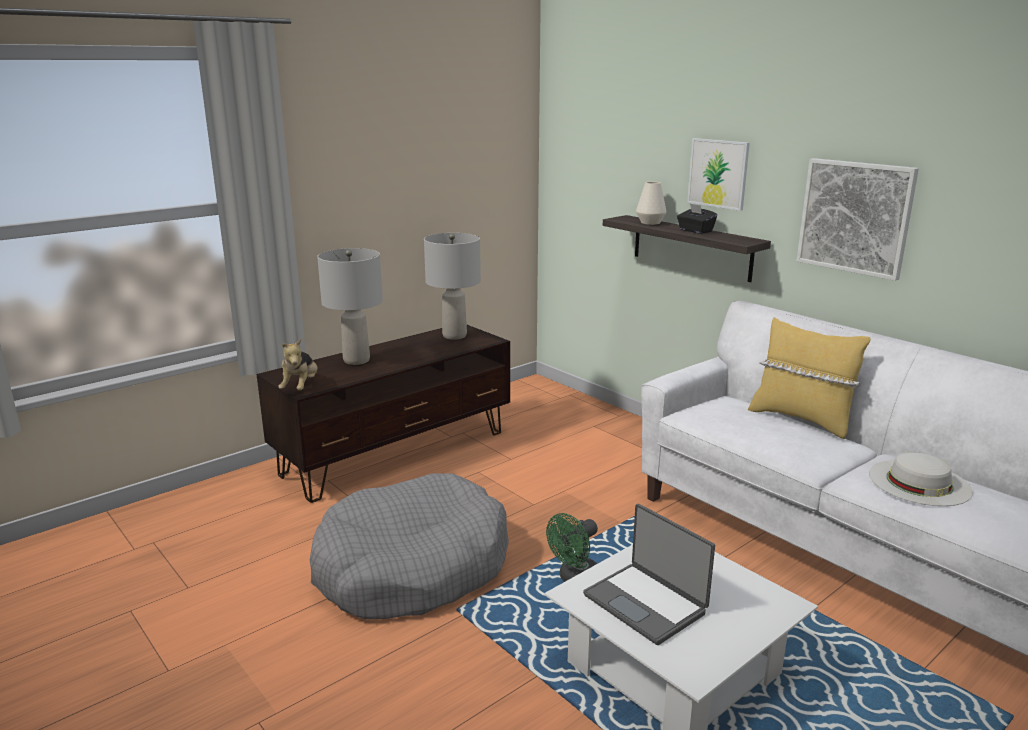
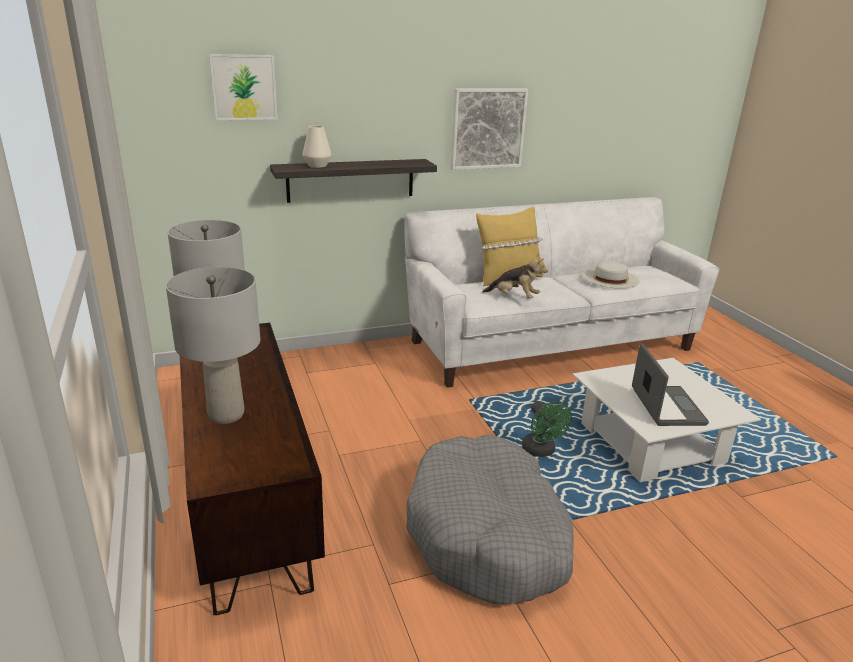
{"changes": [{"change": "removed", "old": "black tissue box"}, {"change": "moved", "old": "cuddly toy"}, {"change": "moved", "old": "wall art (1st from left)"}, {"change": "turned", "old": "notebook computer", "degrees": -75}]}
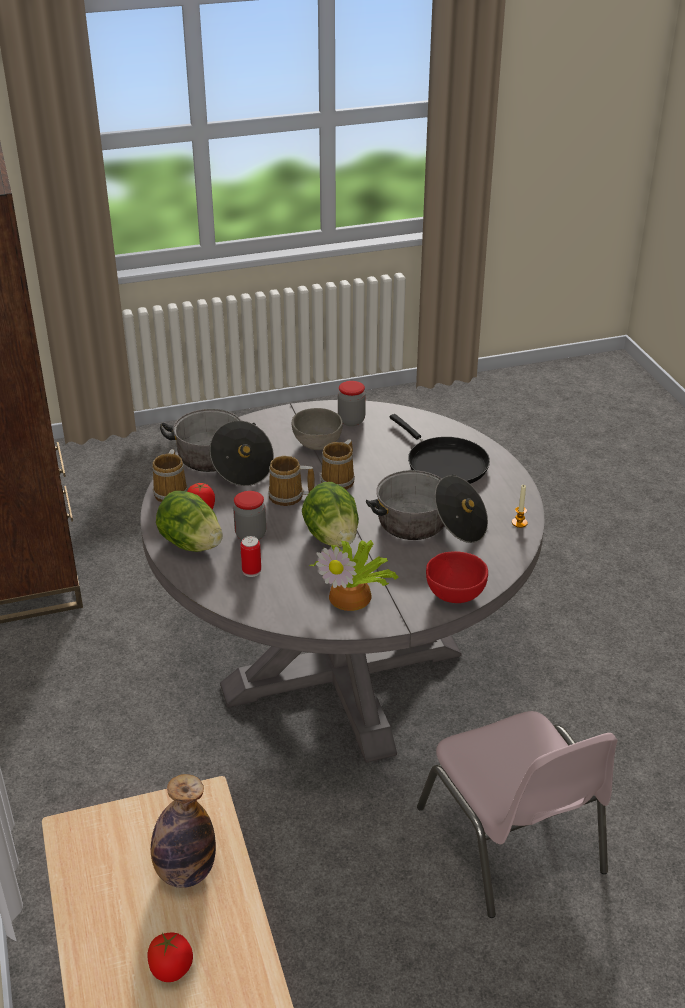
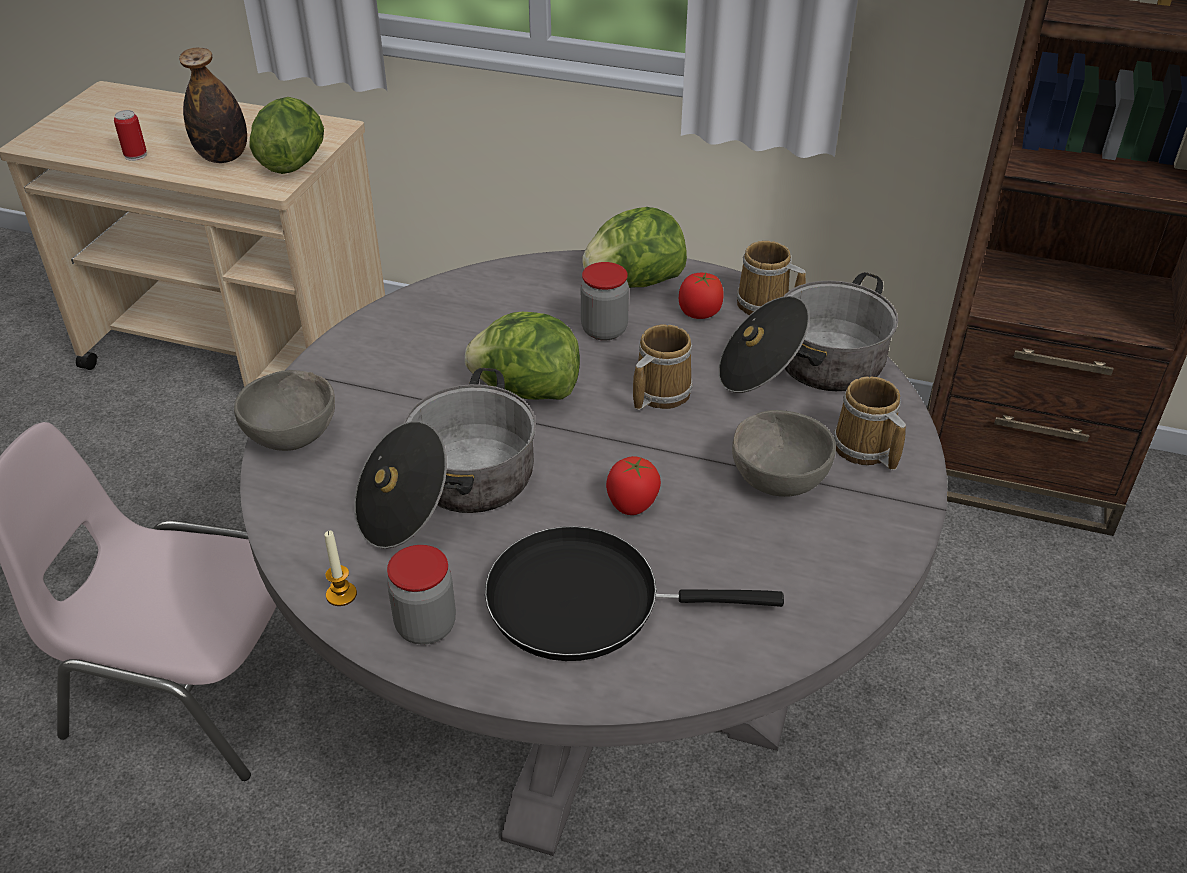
{"changes": [{"change": "removed", "old": "houseplant"}, {"change": "added", "new": "head of lettuce (1st from left)"}, {"change": "moved", "old": "fresh tomato (1st from left)"}, {"change": "moved", "old": "metal can"}, {"change": "moved", "old": "coffee mug (3rd from left)"}, {"change": "moved", "old": "jar (2nd from left in the first image)", "new": "jar (1st from left)"}, {"change": "recoloured", "old": "reddish serving bowl", "new": "greyish serving bowl (1st from left)"}]}
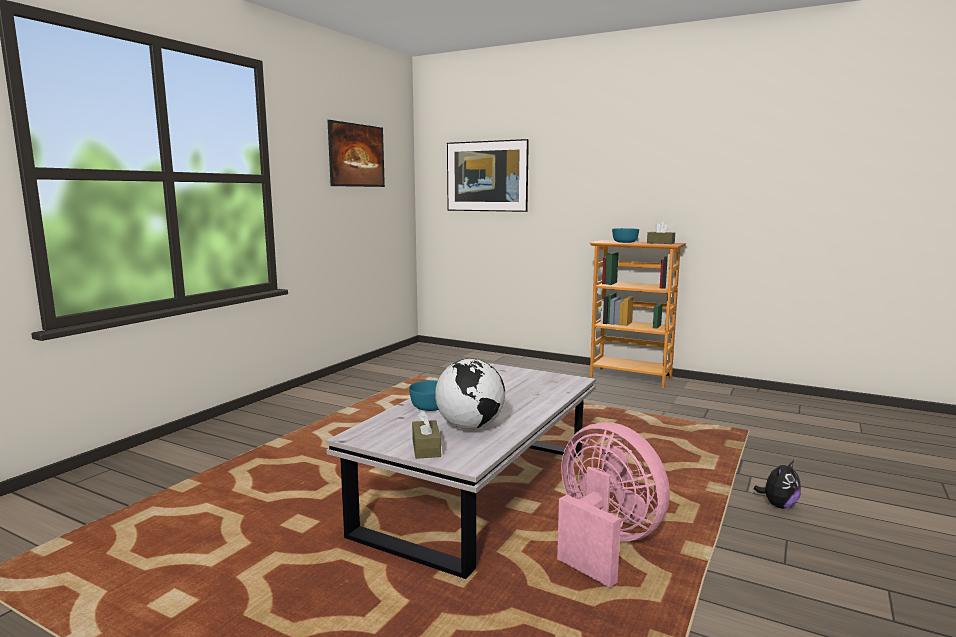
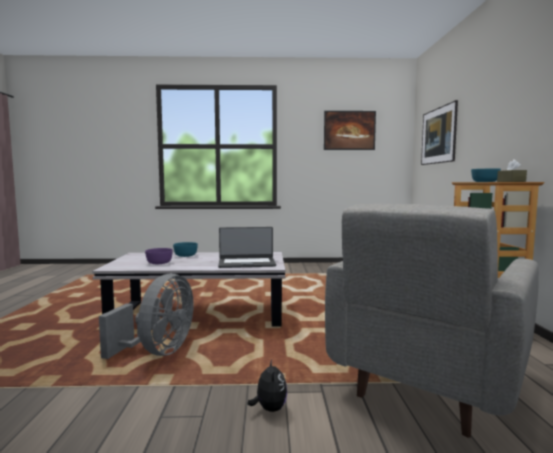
{"changes": [{"change": "removed", "old": "brown tissue box (1st from left)"}, {"change": "added", "new": "notebook computer"}, {"change": "added", "new": "greyish easy chair"}, {"change": "replaced", "old": "globe", "new": "purple serving bowl"}, {"change": "recoloured", "old": "pink fan", "new": "greyish fan"}, {"change": "turned", "old": "cuddly toy", "degrees": -120}]}
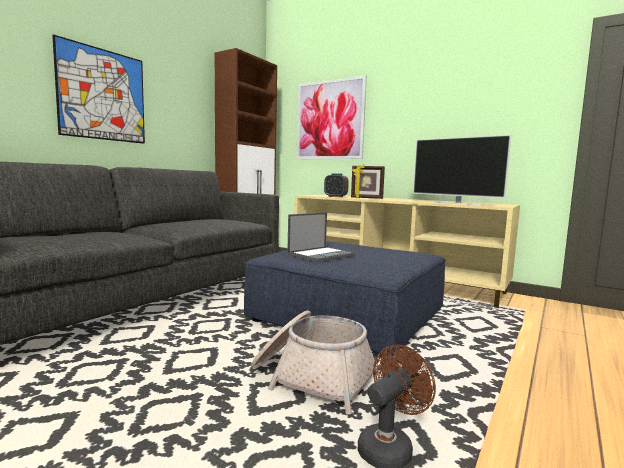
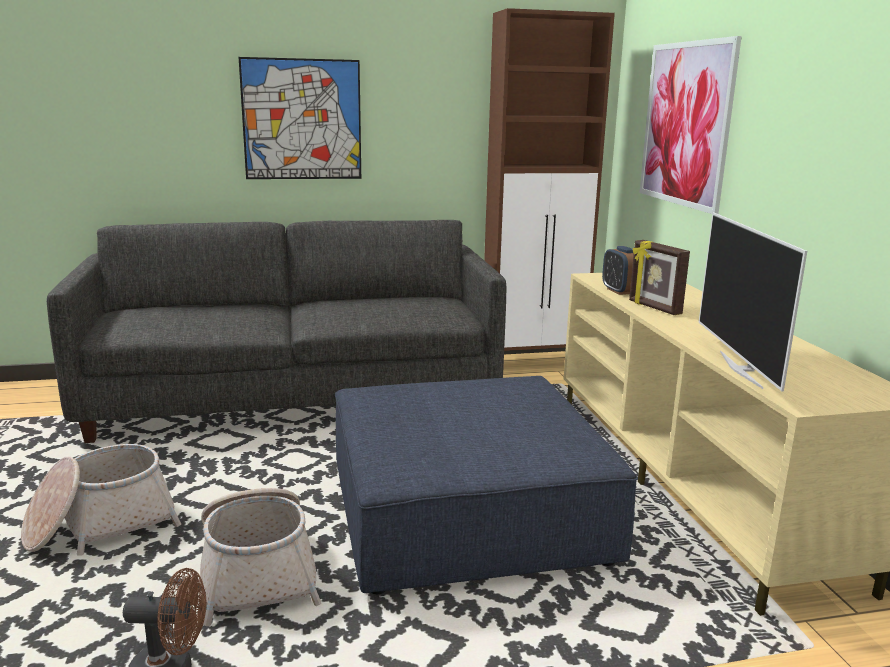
{"changes": [{"change": "removed", "old": "notebook computer"}, {"change": "added", "new": "storage basket (1st from left)"}]}
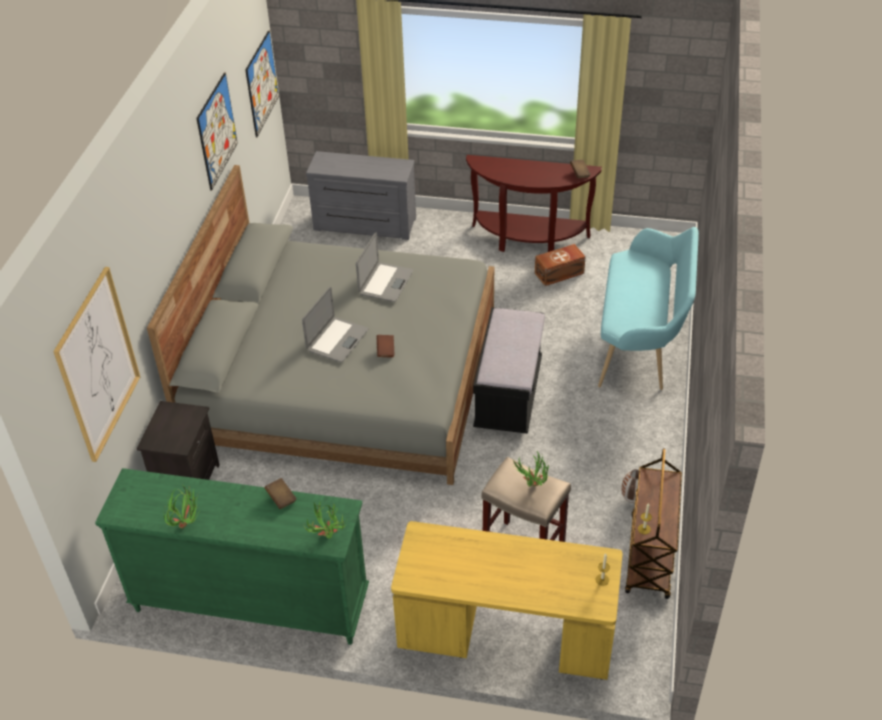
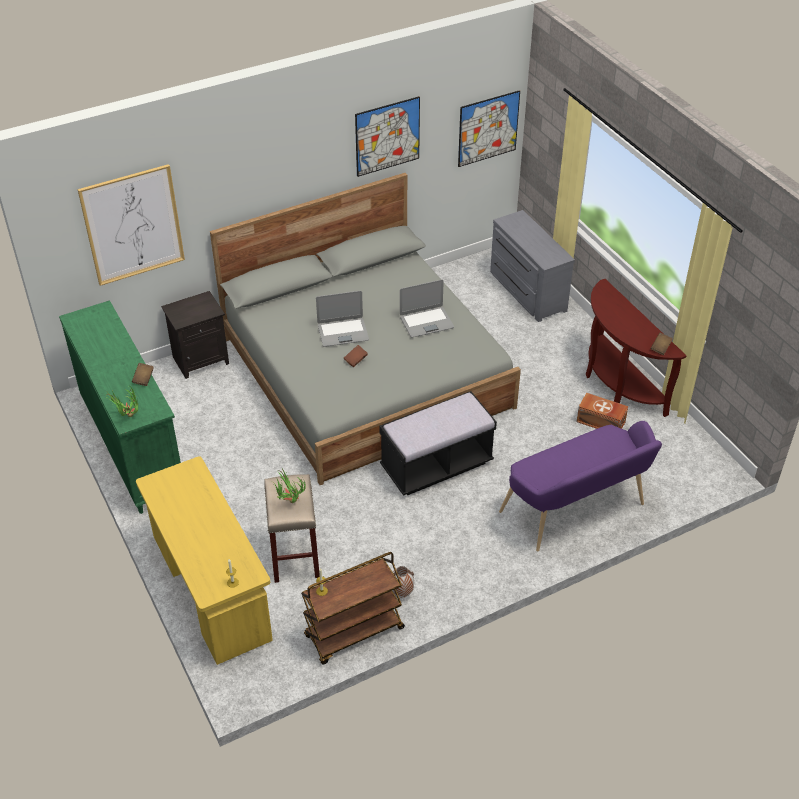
{"changes": [{"change": "removed", "old": "houseplant (1st from left)"}, {"change": "recoloured", "old": "turquoise bench", "new": "purple bench"}]}
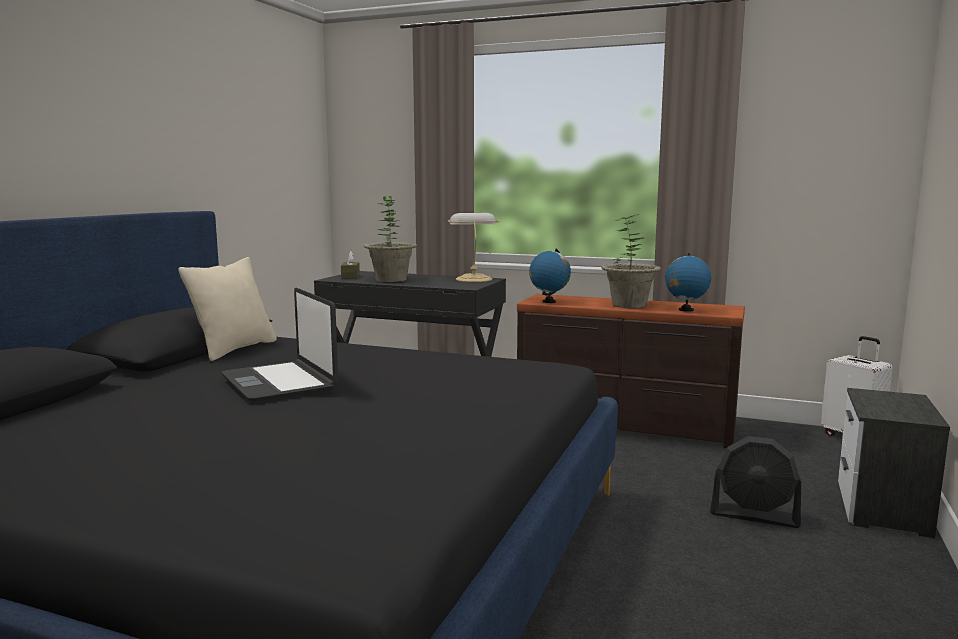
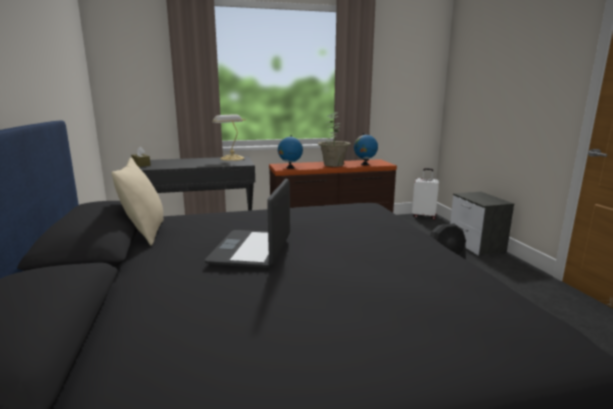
{"changes": [{"change": "removed", "old": "houseplant (1st from left)"}, {"change": "turned", "old": "notebook computer", "degrees": 75}]}
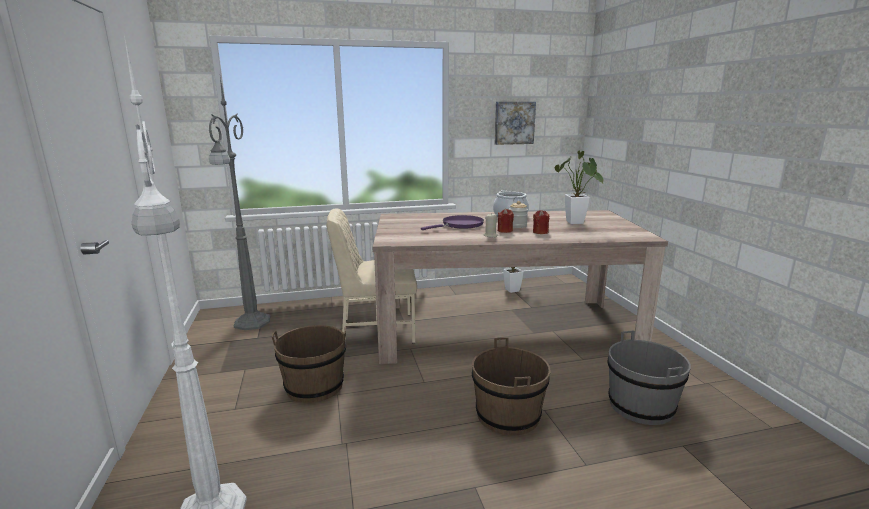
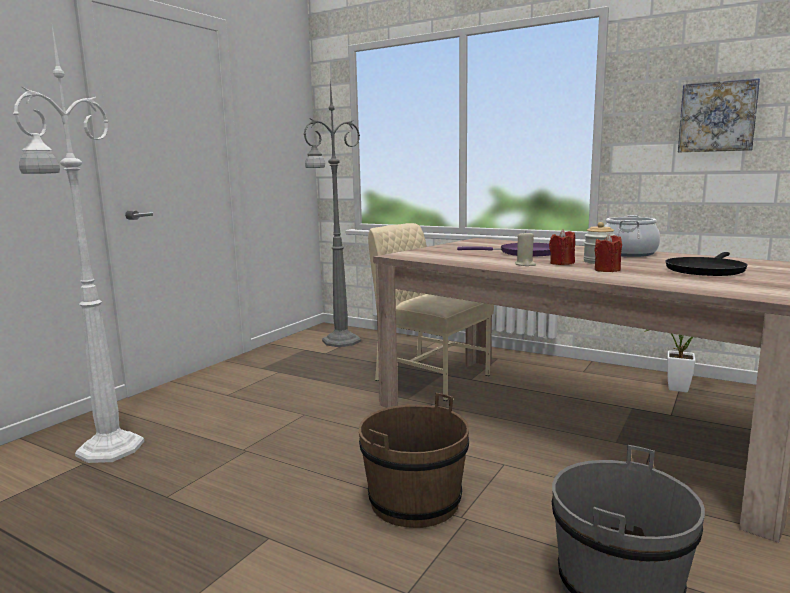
{"changes": [{"change": "removed", "old": "brown bucket (1st from left)"}, {"change": "replaced", "old": "houseplant (2nd from left)", "new": "black pan"}]}
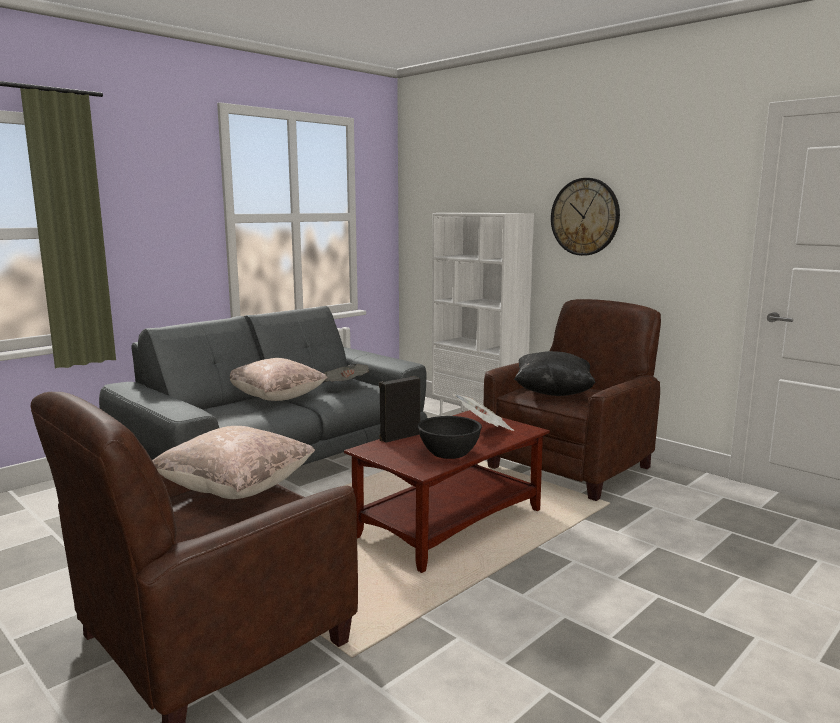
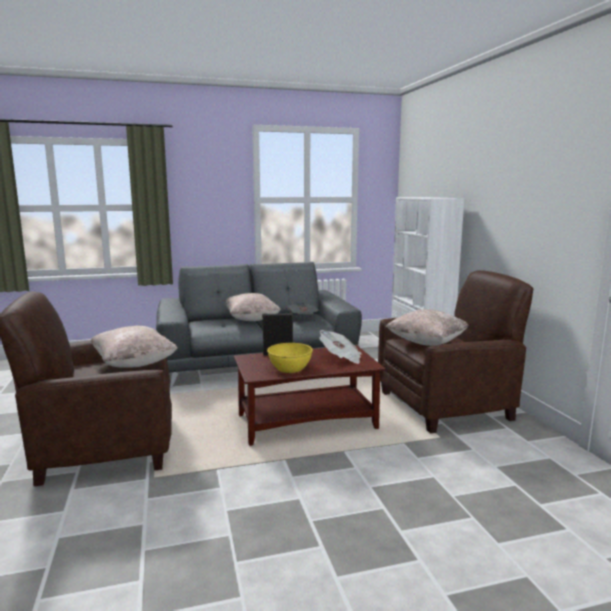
{"changes": [{"change": "removed", "old": "wall clock"}, {"change": "recoloured", "old": "black serving bowl", "new": "yellow serving bowl"}, {"change": "recoloured", "old": "black throw pillow", "new": "sand-coloured throw pillow (3rd from left)"}]}
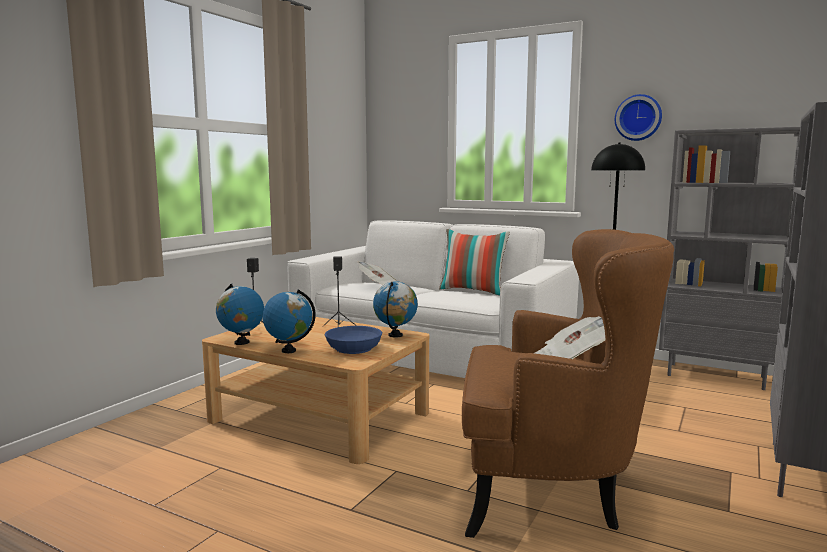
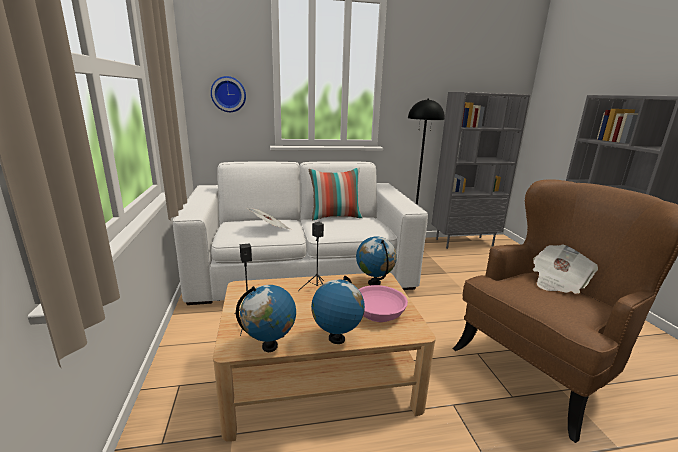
{"changes": [{"change": "moved", "old": "wall clock"}, {"change": "recoloured", "old": "blue-coloured serving bowl", "new": "pink serving bowl"}]}
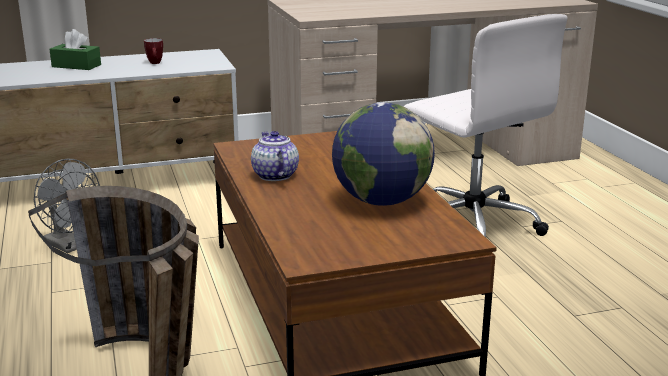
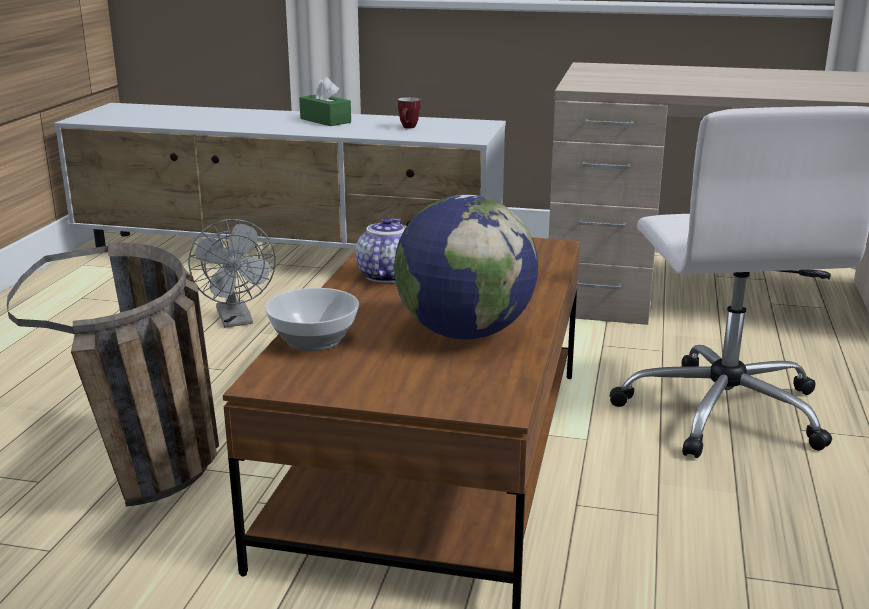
{"changes": [{"change": "added", "new": "serving bowl"}]}
